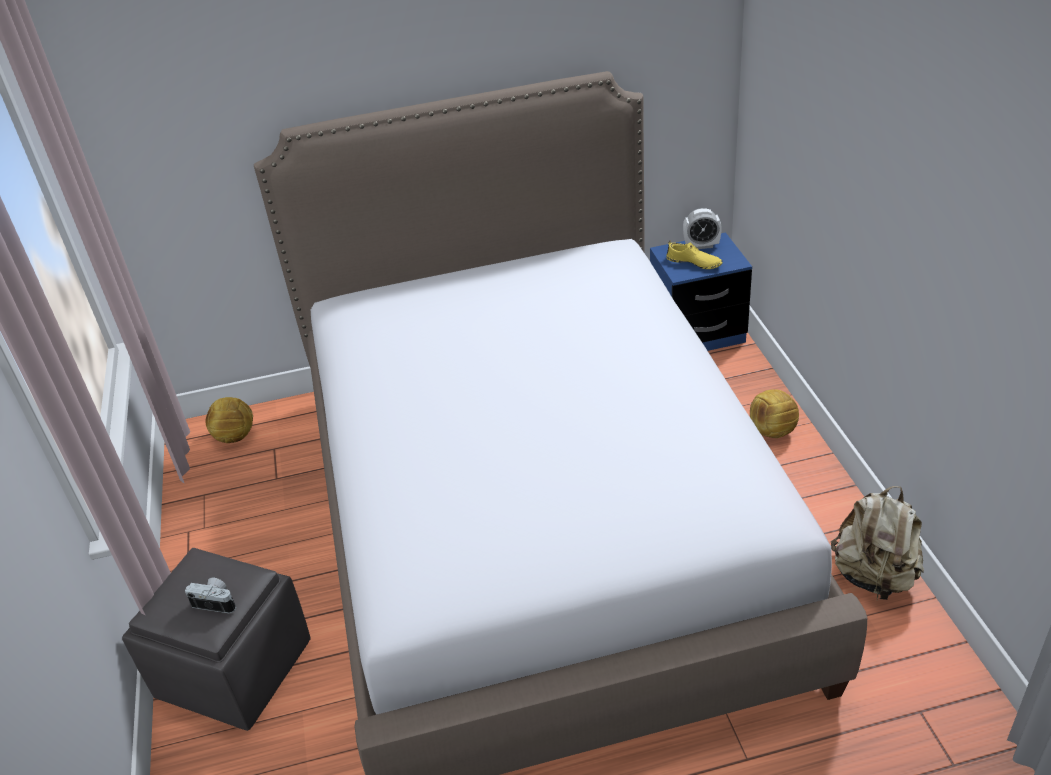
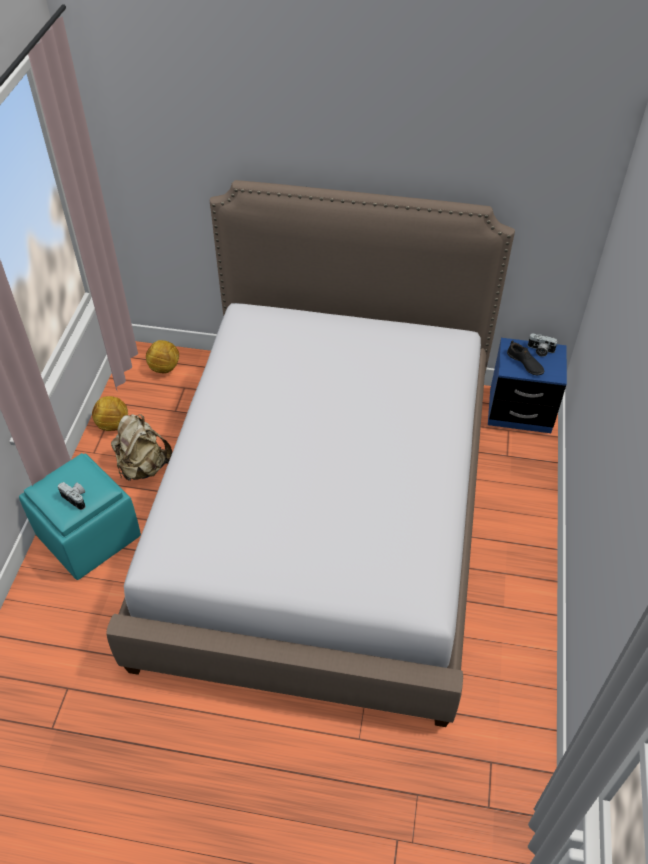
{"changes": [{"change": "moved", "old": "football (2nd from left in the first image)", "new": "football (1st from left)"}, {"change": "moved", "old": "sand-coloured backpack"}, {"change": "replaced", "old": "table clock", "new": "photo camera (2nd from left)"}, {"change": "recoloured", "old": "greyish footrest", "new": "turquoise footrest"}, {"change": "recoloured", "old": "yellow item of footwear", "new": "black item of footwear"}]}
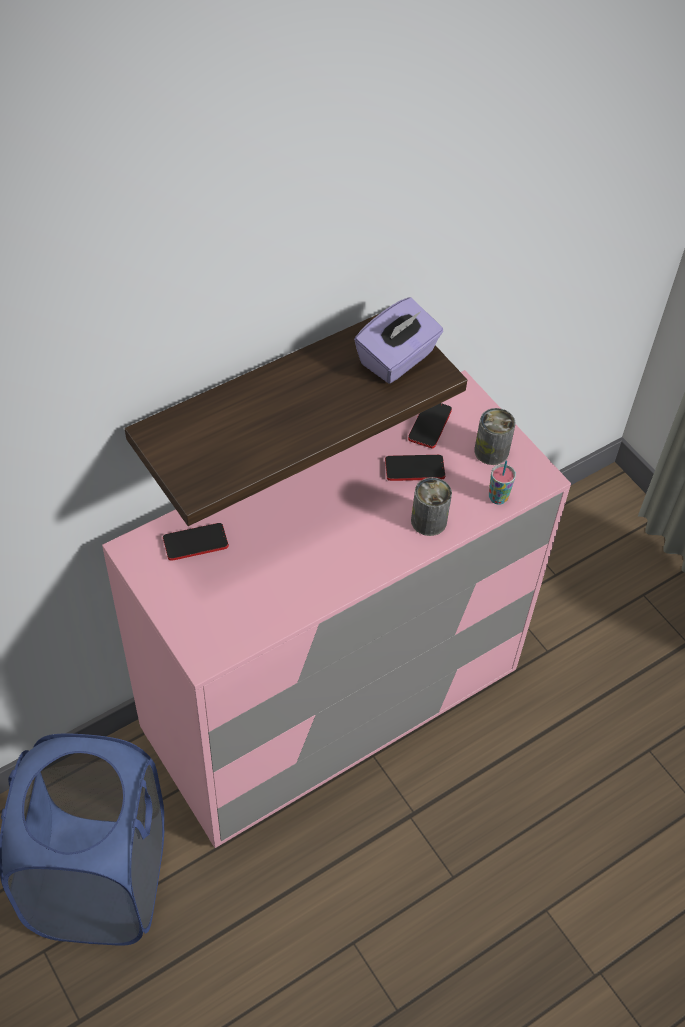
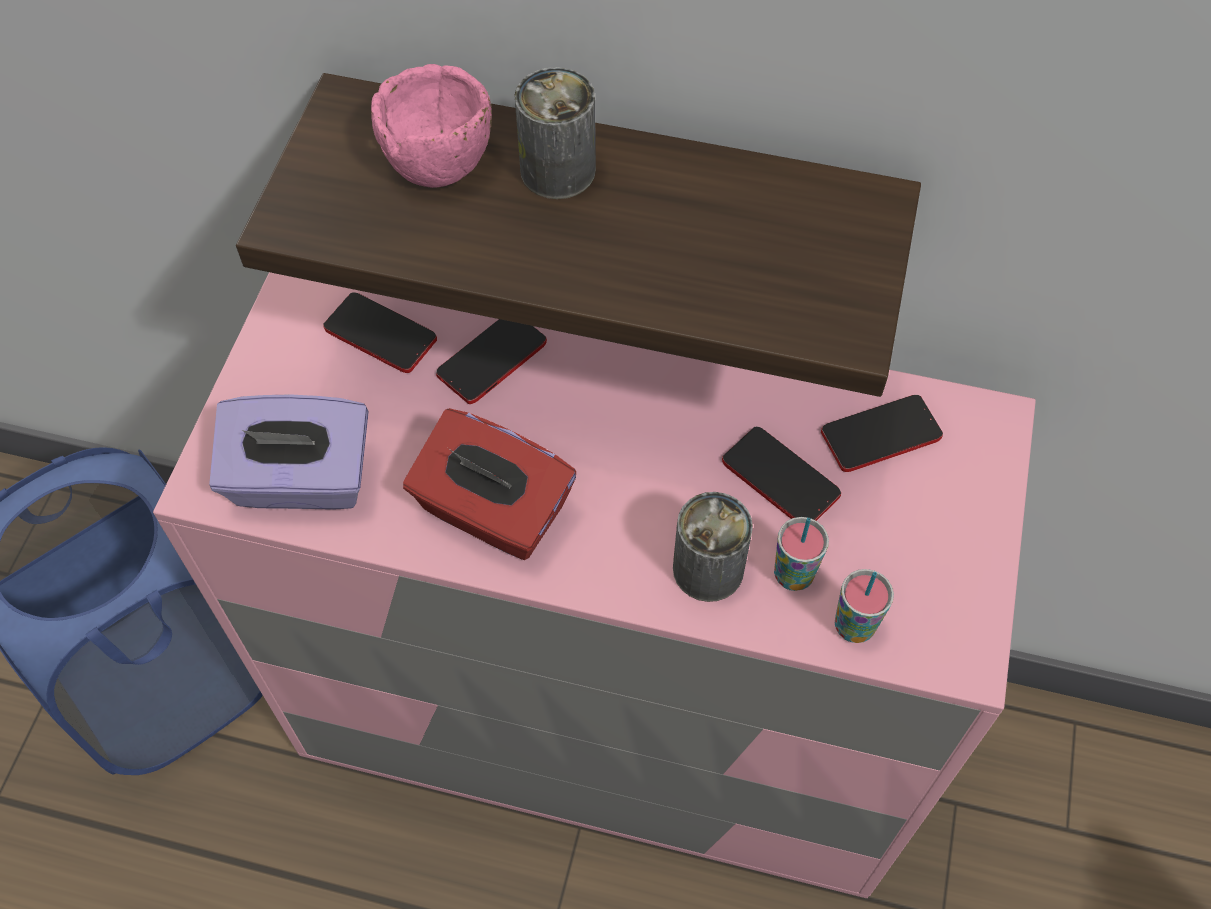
{"changes": [{"change": "added", "new": "pink serving bowl"}, {"change": "added", "new": "reddish tissue box"}, {"change": "added", "new": "handset (2nd from left)"}, {"change": "added", "new": "small cup (1st from left)"}, {"change": "moved", "old": "purple tissue box"}, {"change": "moved", "old": "metal can (2nd from left in the first image)", "new": "metal can (1st from left)"}]}
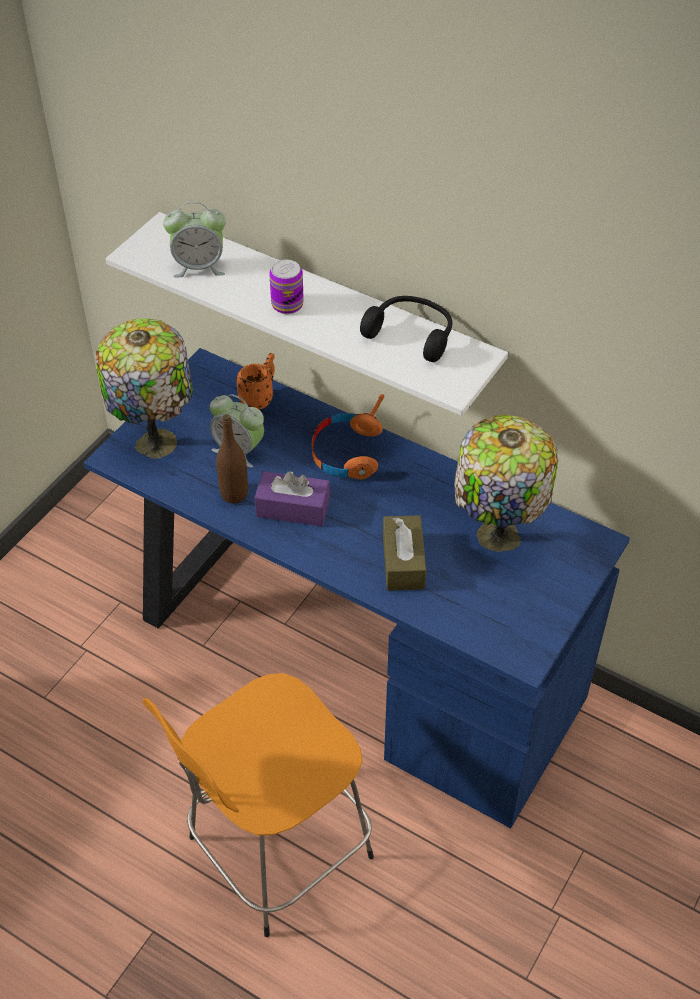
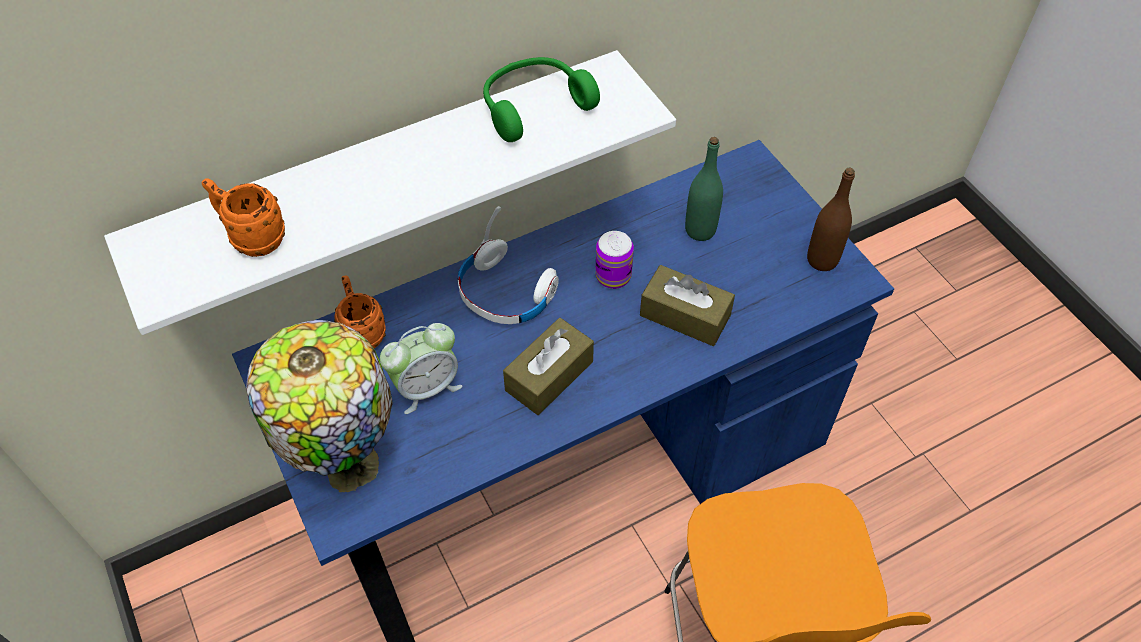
{"changes": [{"change": "moved", "old": "brown beverage bottle"}, {"change": "moved", "old": "metal can"}, {"change": "replaced", "old": "table clock (1st from left)", "new": "orange-coloured coffee mug (1st from left)"}, {"change": "replaced", "old": "tabletop lamp (2nd from left)", "new": "greenish beverage bottle"}, {"change": "recoloured", "old": "purple tissue box", "new": "brown tissue box (1st from left)"}, {"change": "recoloured", "old": "orange-coloured headset", "new": "white-coloured headset"}, {"change": "recoloured", "old": "black headset", "new": "greenish headset"}]}
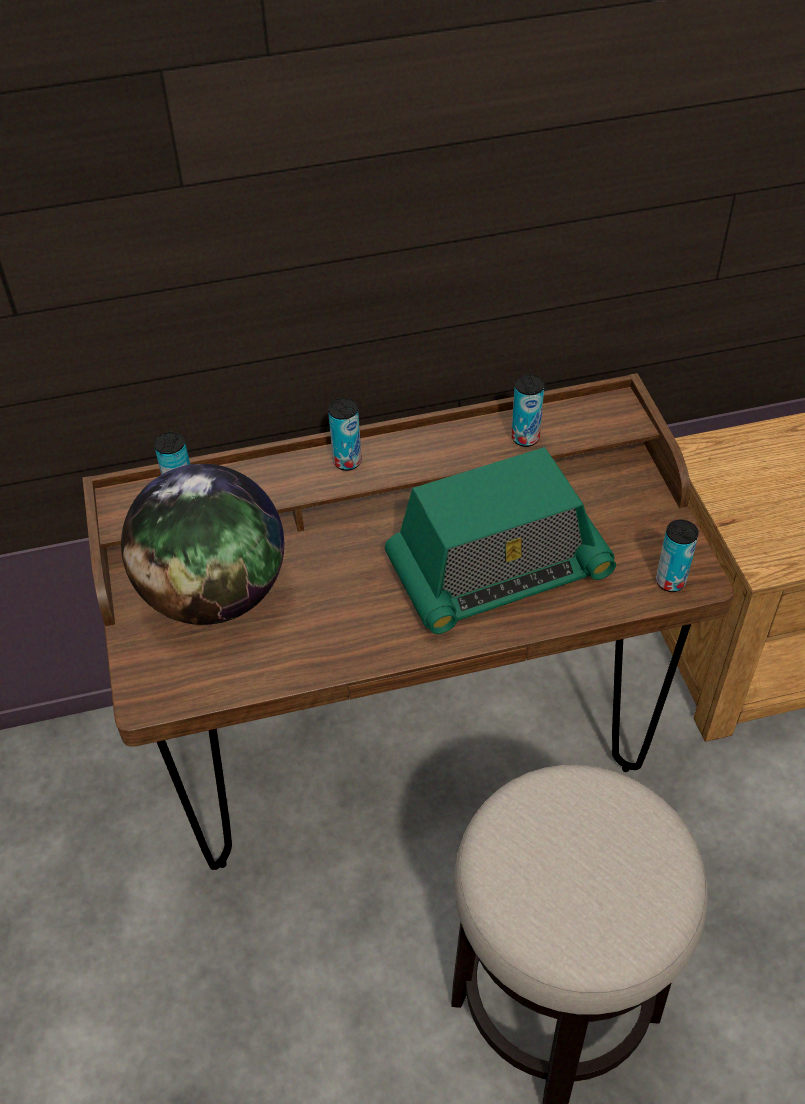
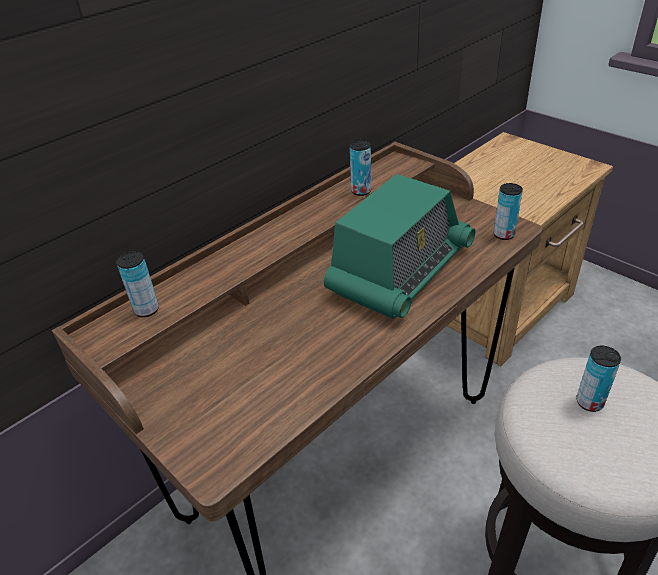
{"changes": [{"change": "removed", "old": "globe"}, {"change": "moved", "old": "metal can (2nd from left in the first image)", "new": "metal can (4th from left)"}]}
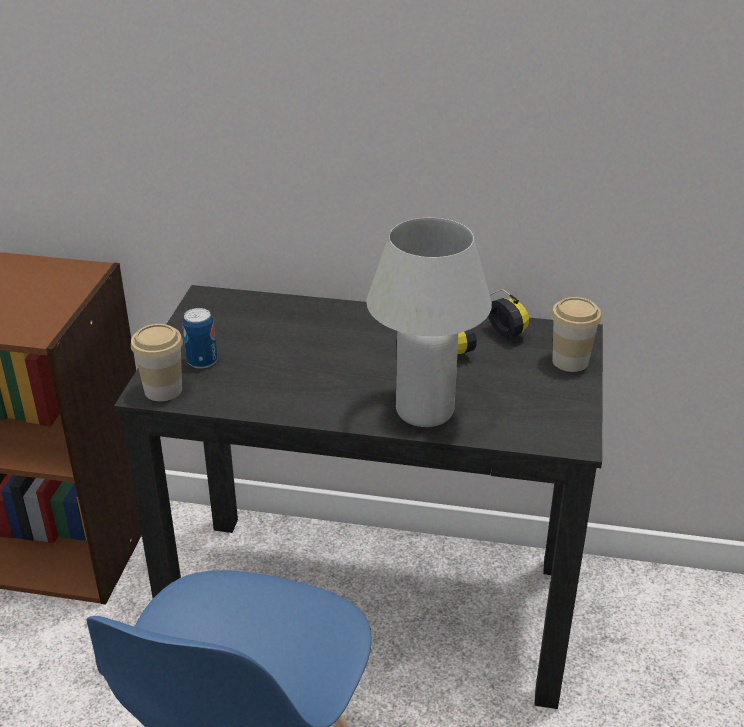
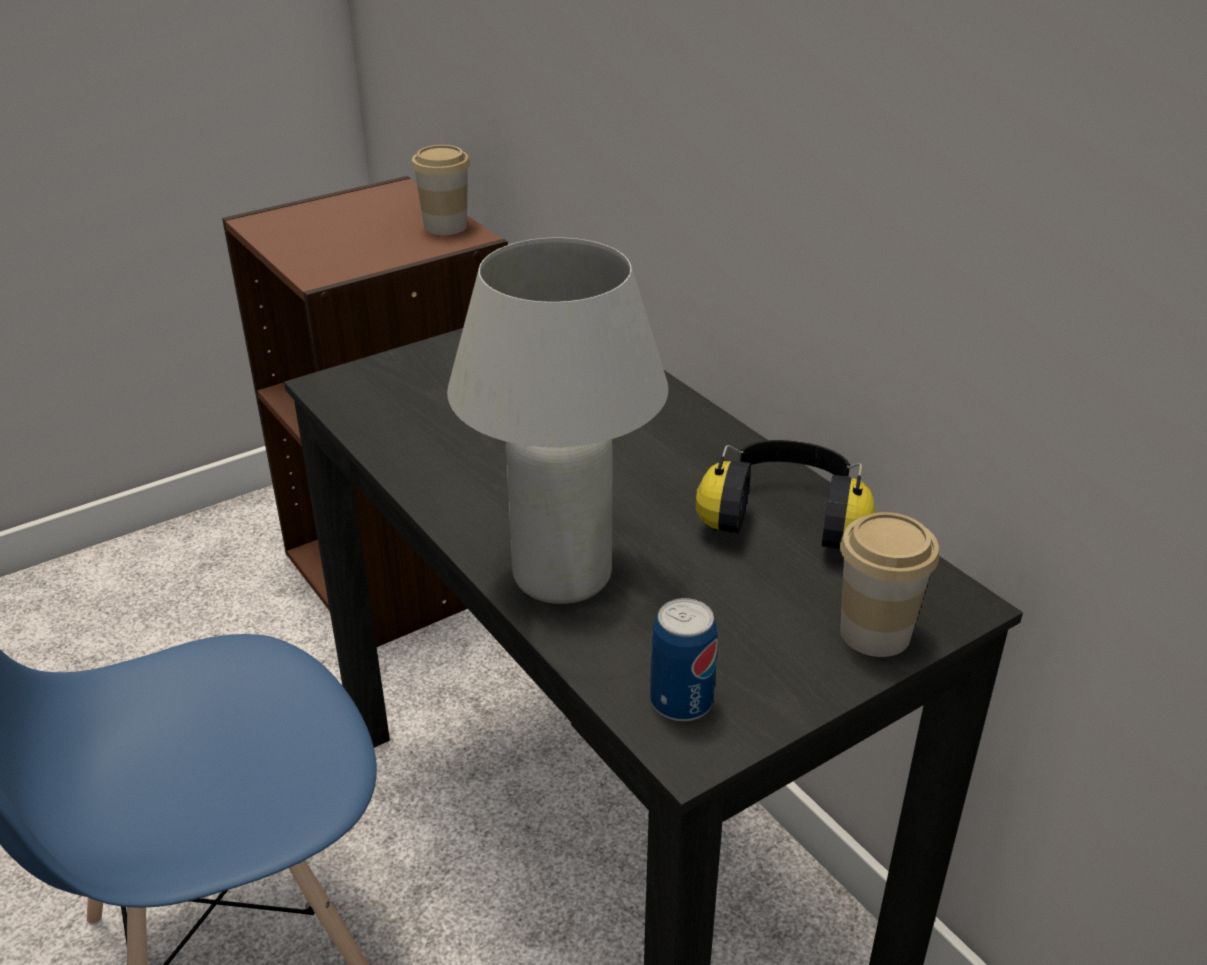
{"changes": [{"change": "moved", "old": "small cup (1st from left)"}, {"change": "moved", "old": "metal can"}]}
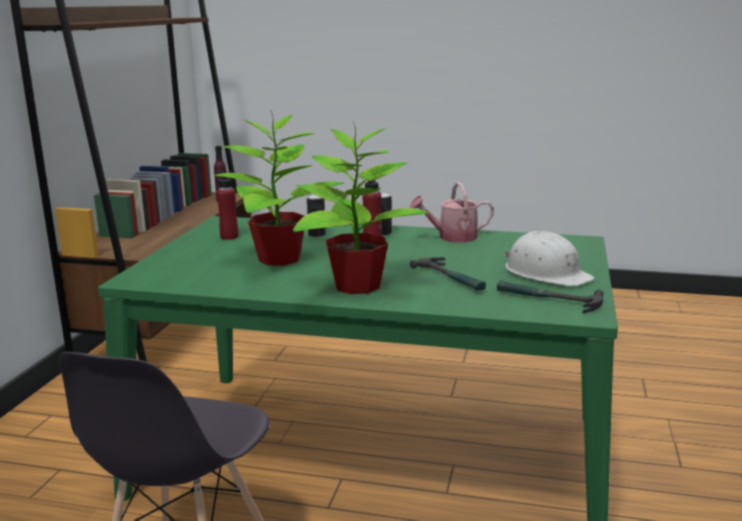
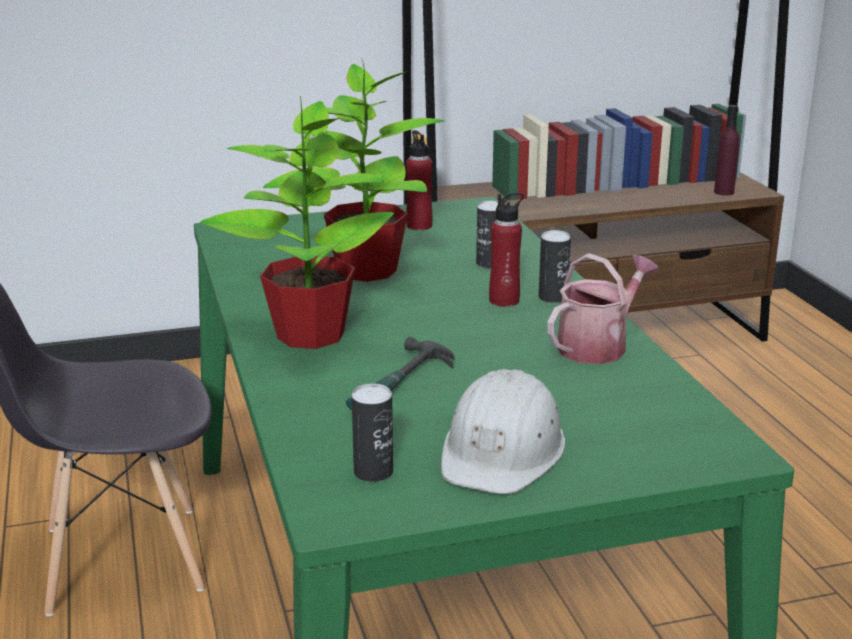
{"changes": [{"change": "replaced", "old": "hand hammer (2nd from left)", "new": "metal can (1st from left)"}, {"change": "turned", "old": "watering pot", "degrees": 90}]}
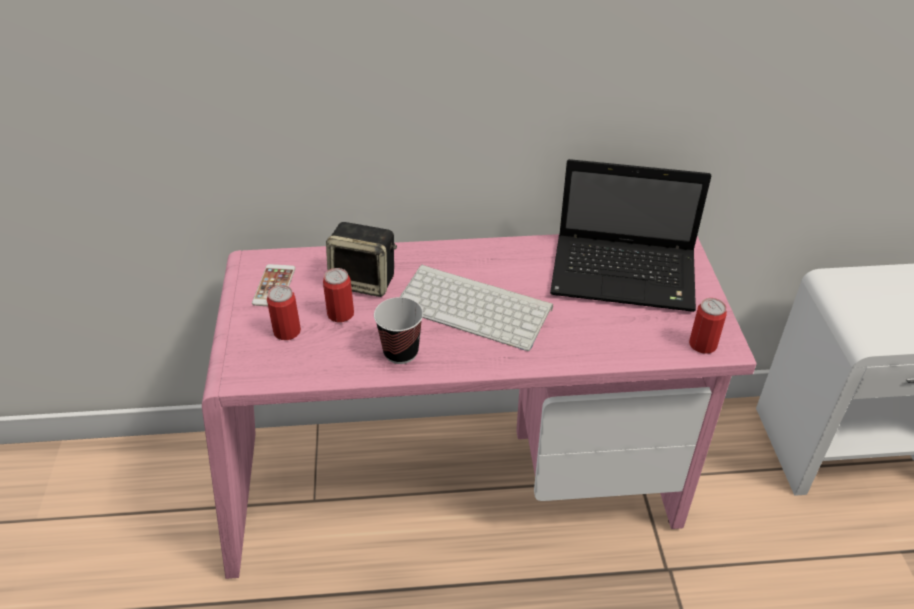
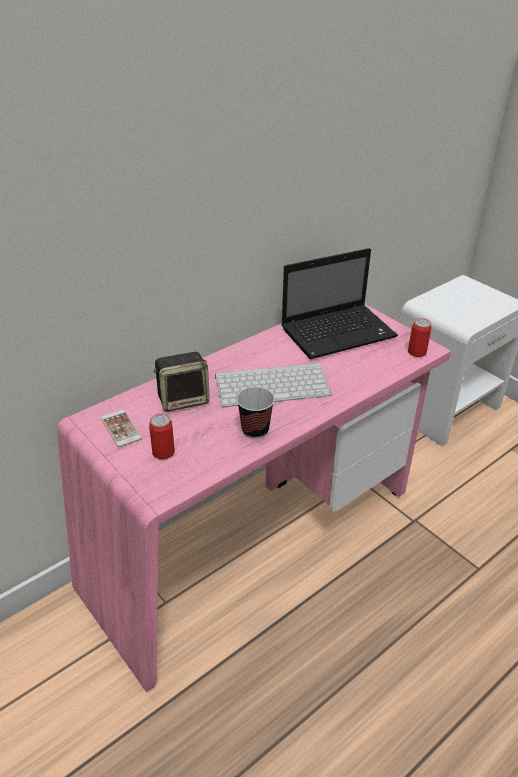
{"changes": [{"change": "removed", "old": "metal can (2nd from left)"}]}
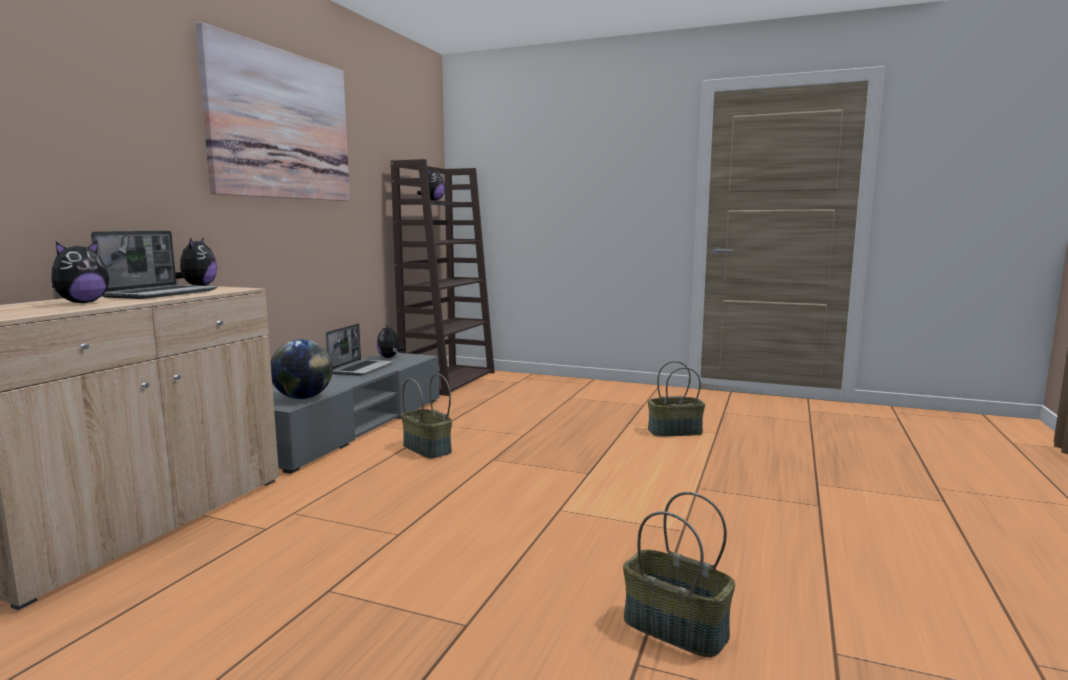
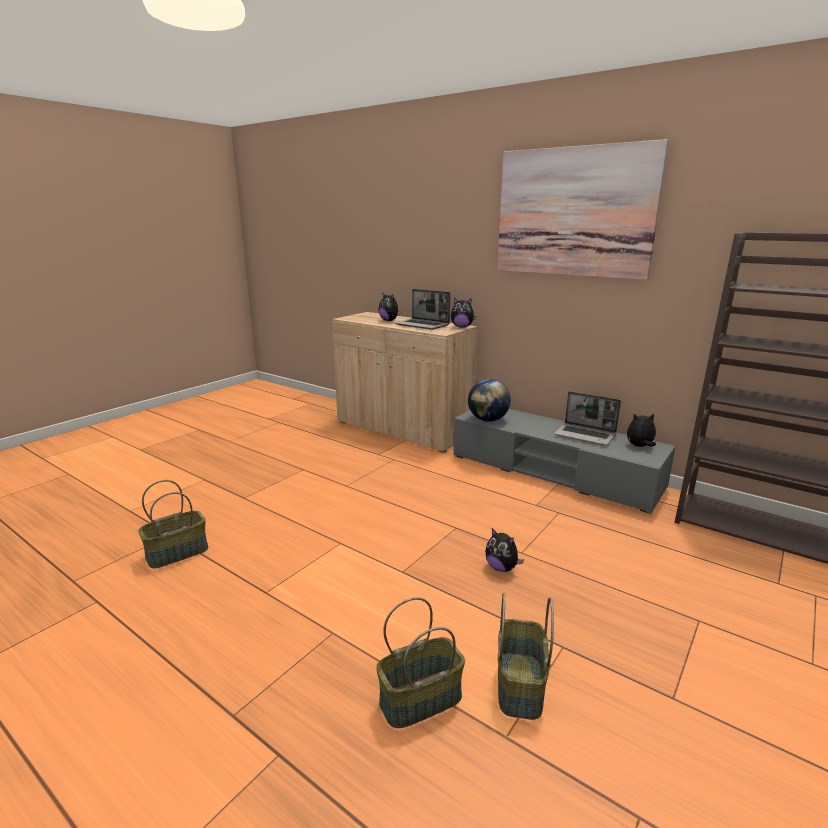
{"changes": [{"change": "moved", "old": "storage basket (1st from left in the first image)", "new": "storage basket (2nd from left)"}, {"change": "moved", "old": "cuddly toy (4th from left in the first image)", "new": "cuddly toy (3rd from left)"}]}
